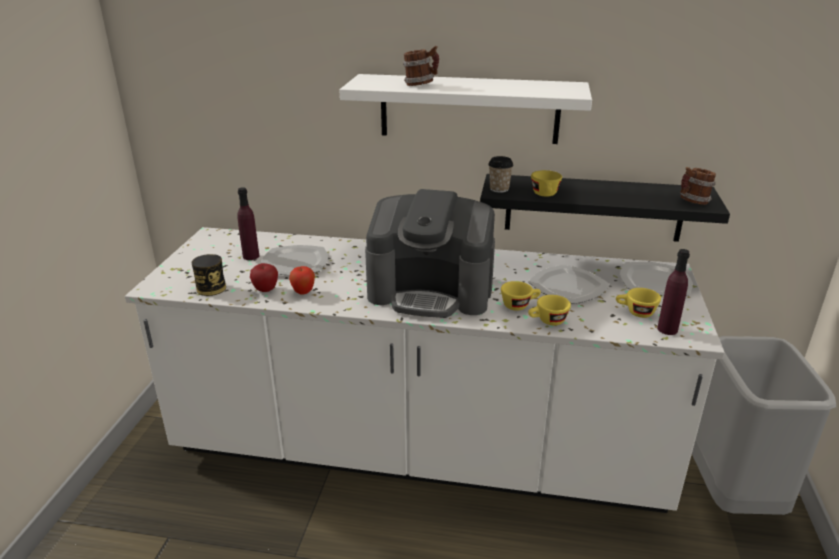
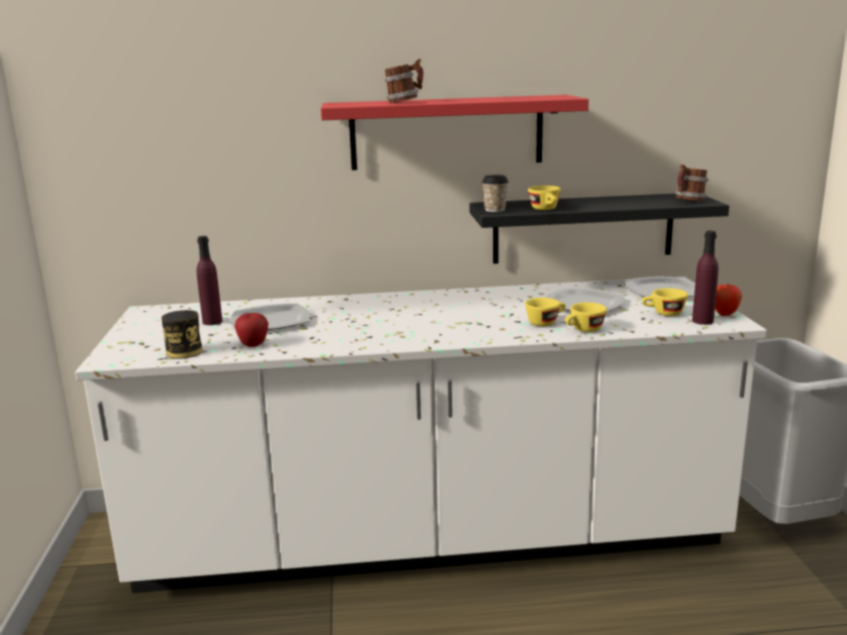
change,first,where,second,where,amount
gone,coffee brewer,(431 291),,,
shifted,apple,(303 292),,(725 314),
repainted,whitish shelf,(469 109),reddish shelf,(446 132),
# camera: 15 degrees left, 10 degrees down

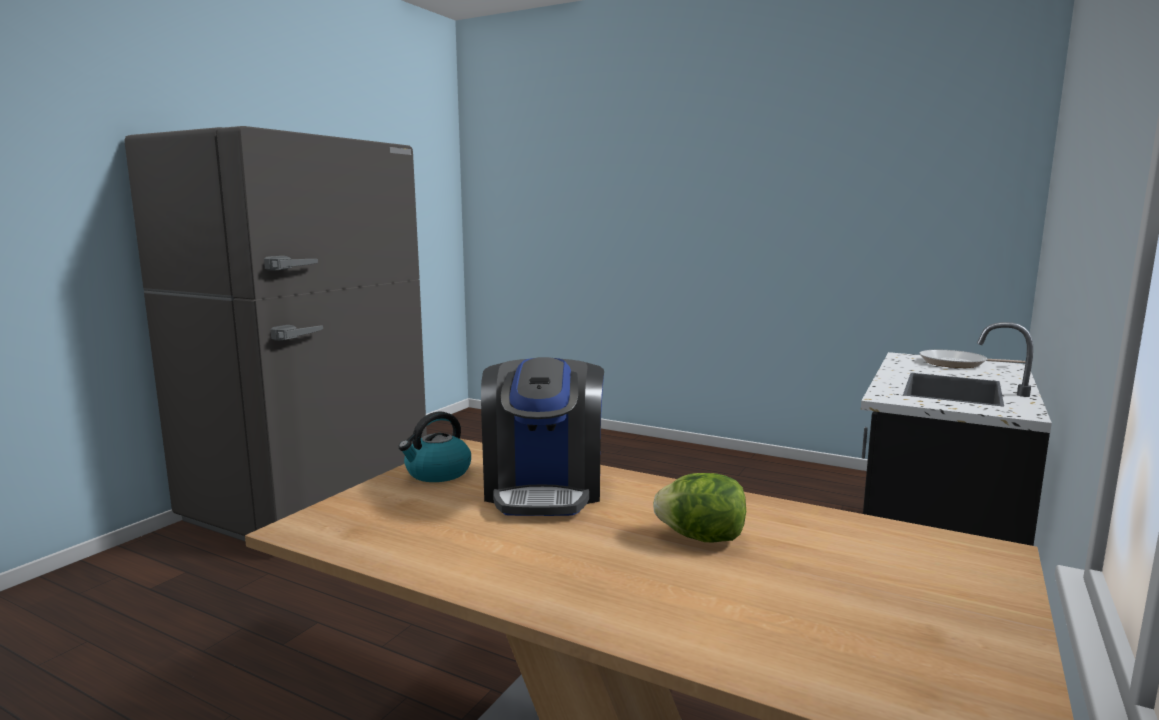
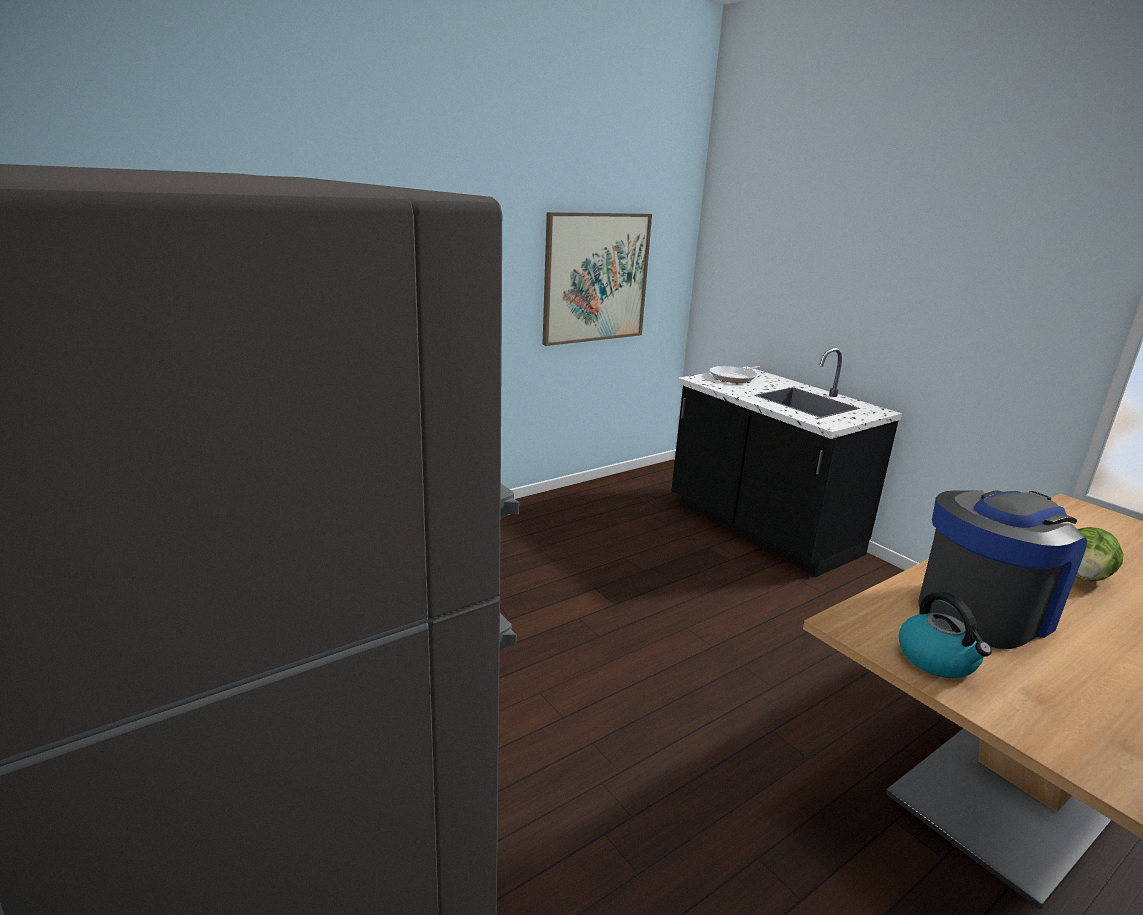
change,first,where,second,where,amount
new,,,wall art,(596 278),
rotated,coffee brewer,(544 489),,(983 611),60 degrees counterclockwise
# camera: 65 degrees left, 10 degrees up

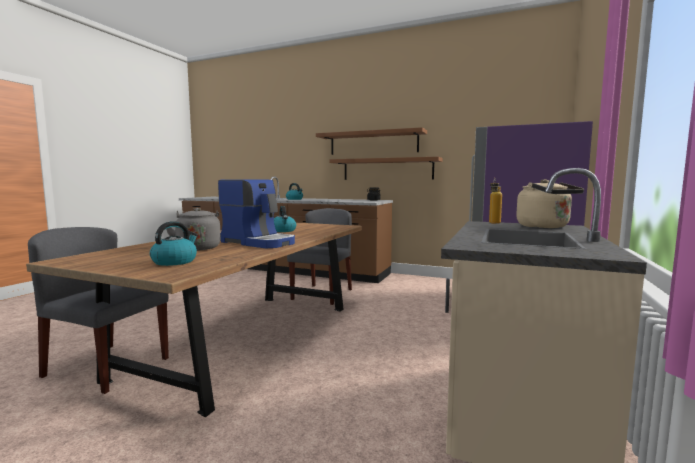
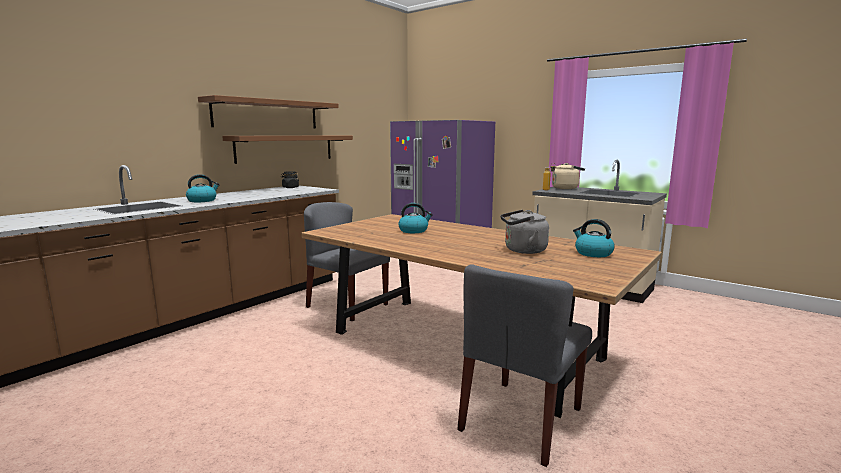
change,first,where,second,where,amount
gone,coffee brewer,(259 242),,,
# camera: 75 degrees left, 5 degrees up

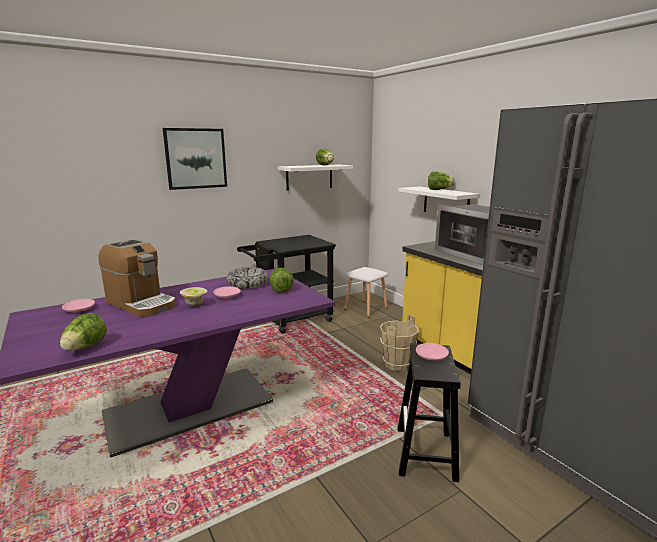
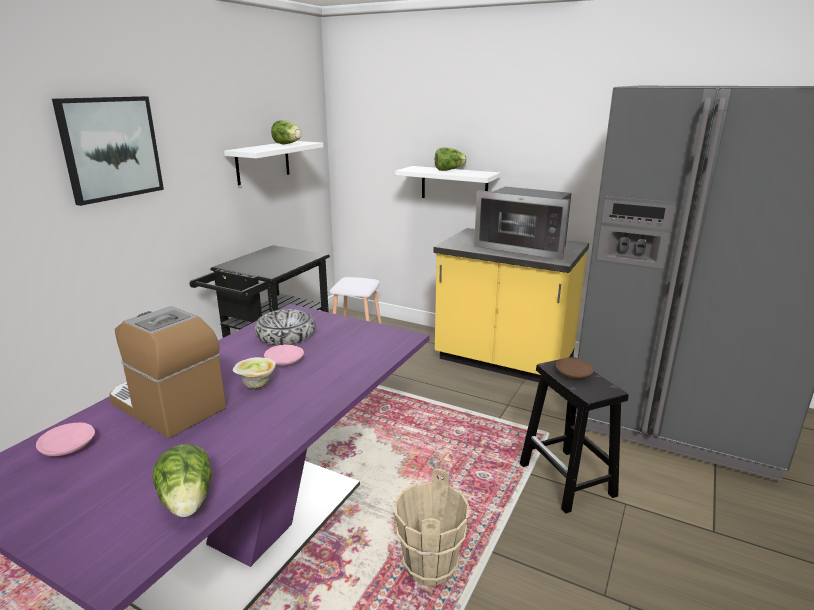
change,first,where,second,where,amount
gone,lettuce head,(281 289),,,
shifted,beige water bucket,(396 364),,(429 566),
repainted,pinkish dinner plate,(431 356),brown dinner plate,(573 374),
rotated,coffee brewer,(141 304),,(168 406),150 degrees counterclockwise
# camera: 30 degrees left, 5 degrees up

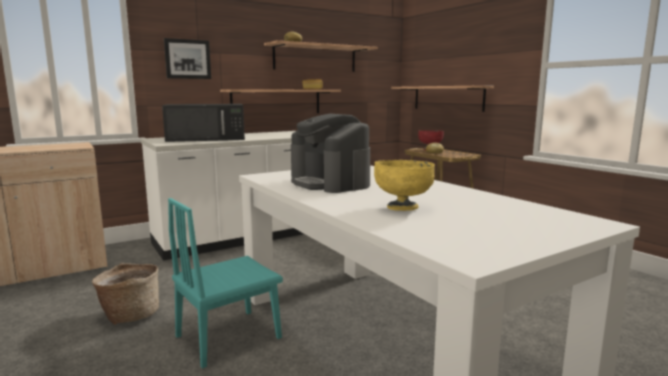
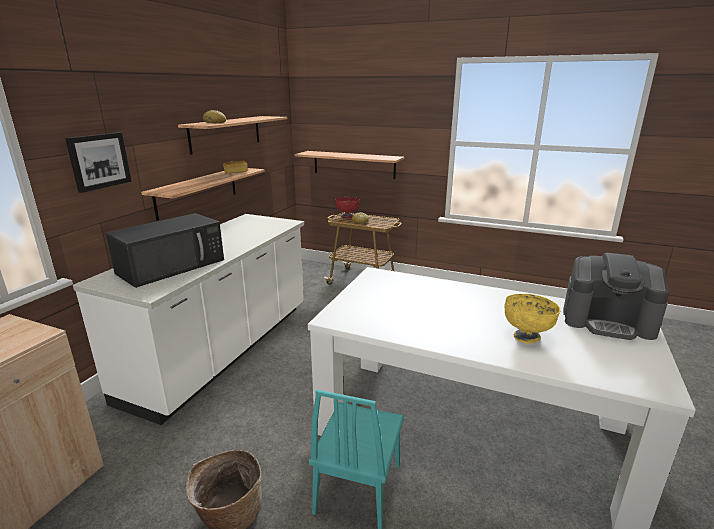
change,first,where,second,where,amount
shifted,coffee brewer,(330 183),,(608 321),
# camera: 35 degrees left, 10 degrees up

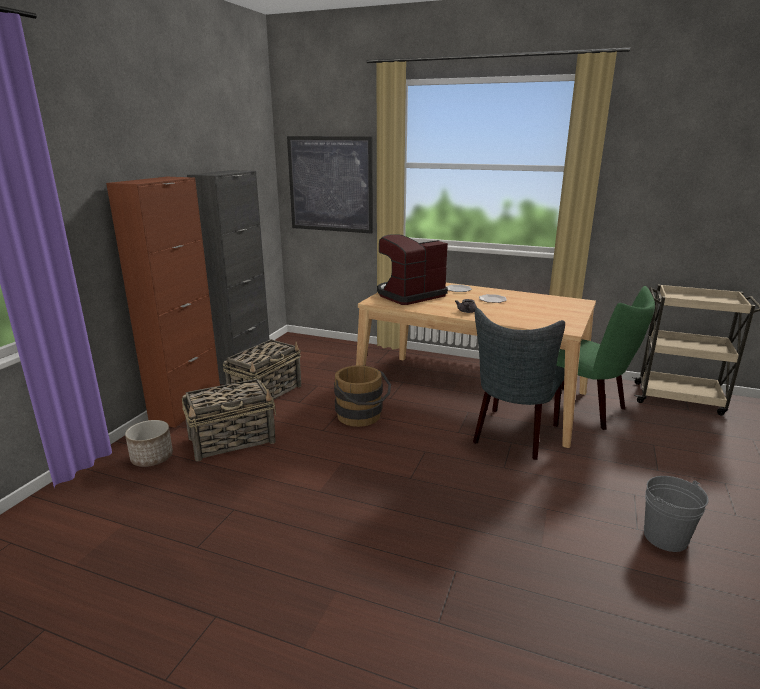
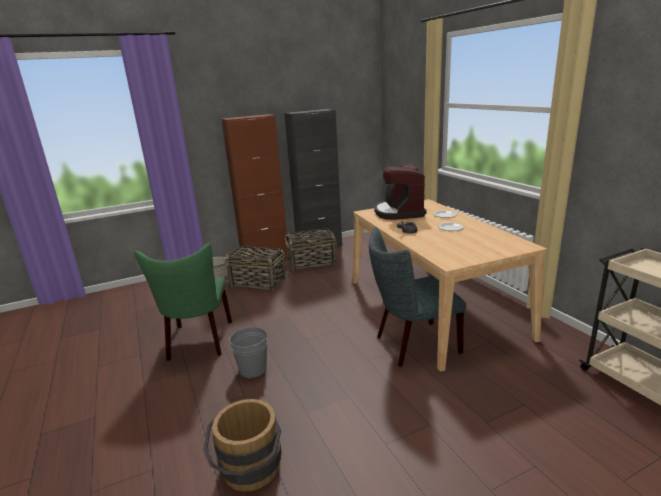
change,first,where,second,where,amount
gone,wall art,(330 184),,,
shifted,brown water bucket,(361 417),,(250 472),
shifted,greenish upright chair,(586 409),,(199 342),
shifted,grey water bucket,(665 537),,(252 369),
rotated,coffee brewer,(409 295),,(399 212),105 degrees counterclockwise
# camera: 45 degrees right, 0 degrees up

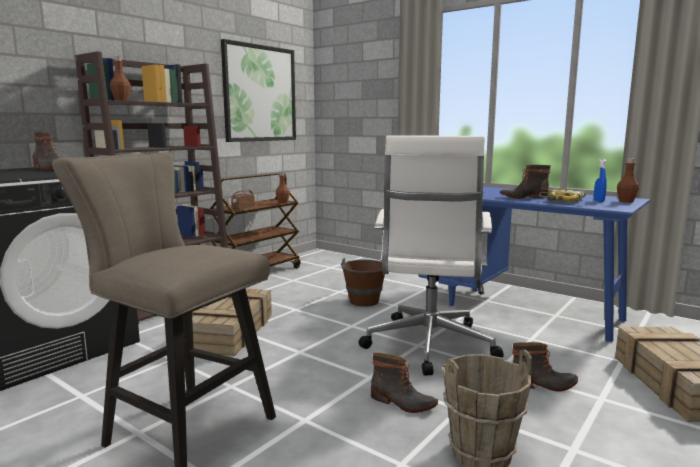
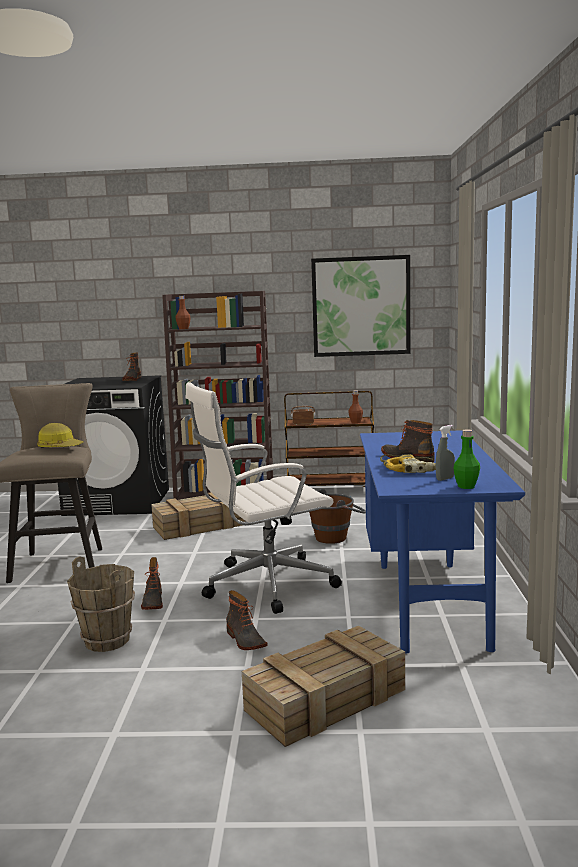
change,first,where,second,where,amount
new,,,safety helmet,(60 447),
repainted,blue spray bottle,(598 201),grey spray bottle,(445 479),
repainted,brown beverage bottle,(626 201),greenish beverage bottle,(466 486),
# camera: 55 degrees right, 0 degrees up

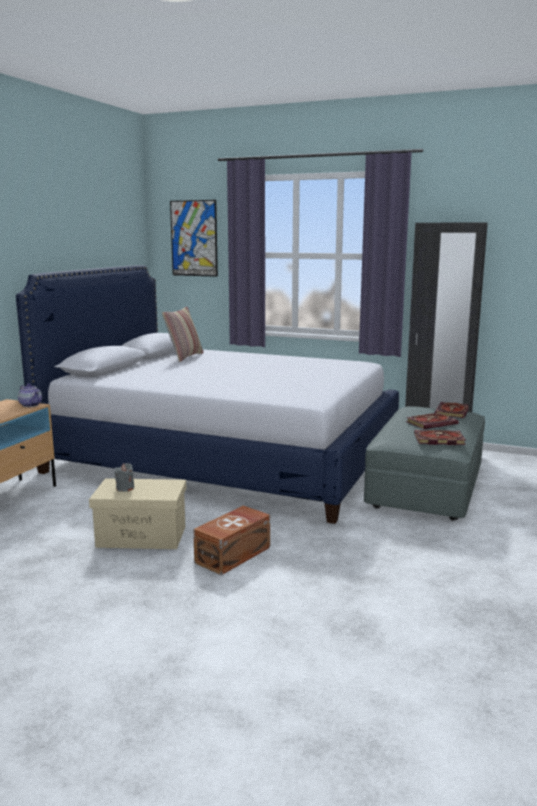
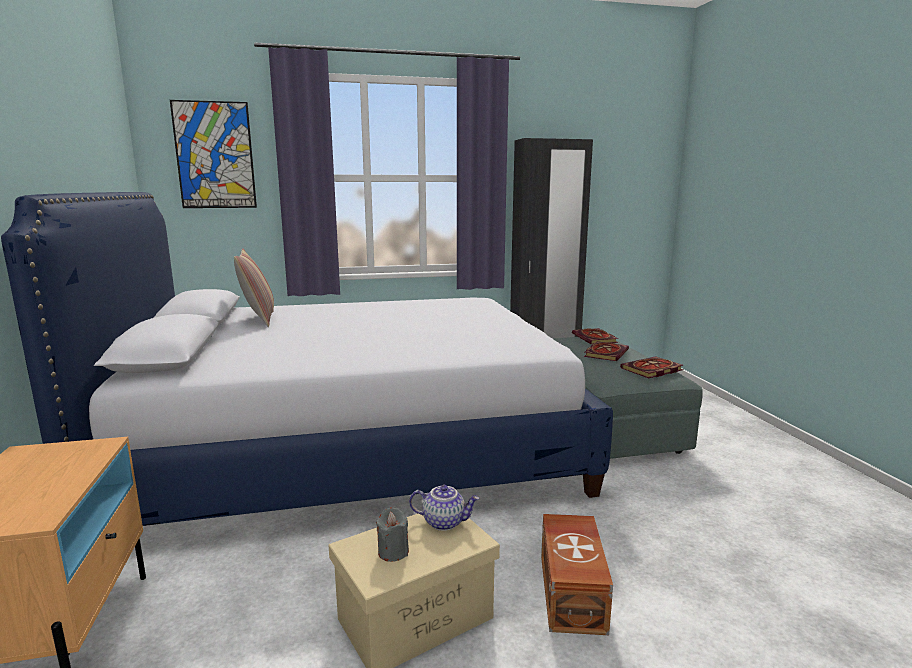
change,first,where,second,where,amount
shifted,tea pot,(31 405),,(444 522),
# camera: 35 degrees left, 0 degrees up

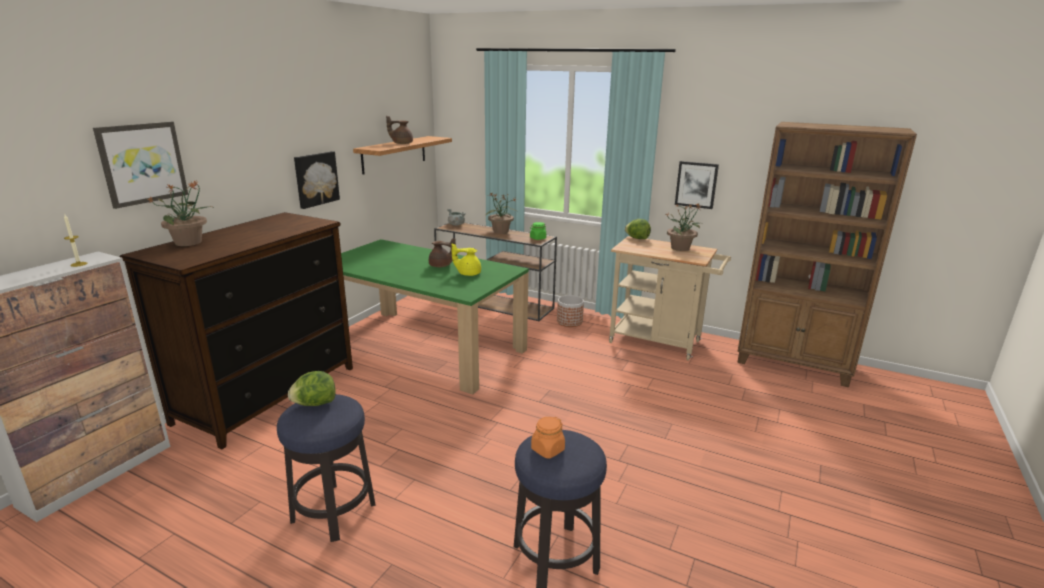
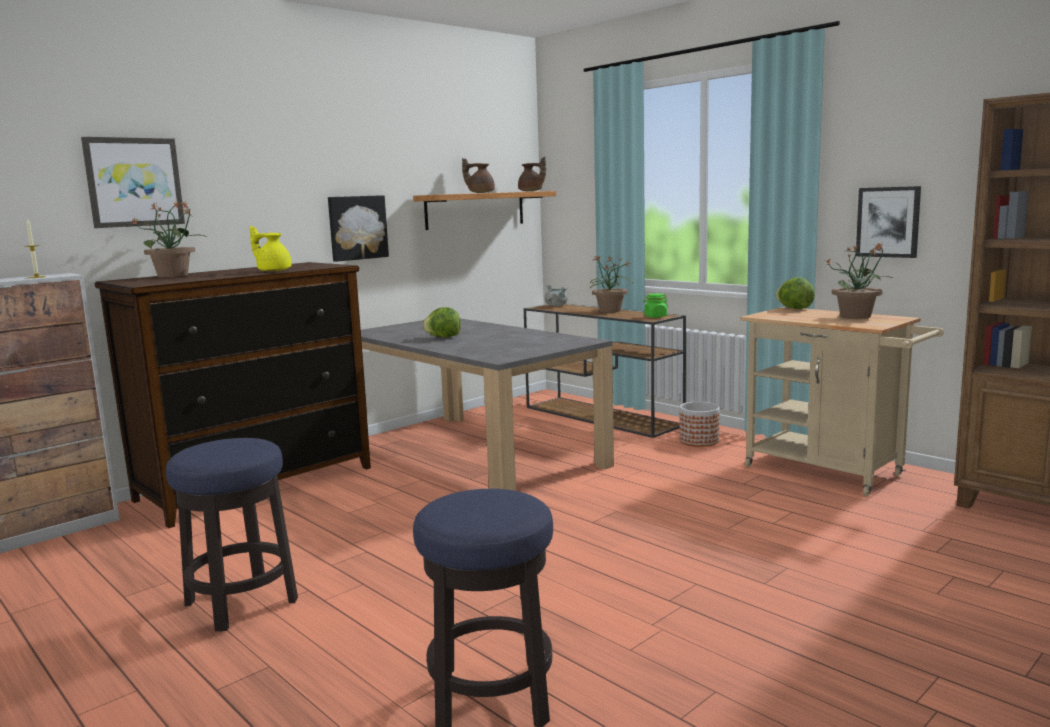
change,first,where,second,where,amount
gone,orange-coloured storage jar,(547 450),,,
shifted,lettuce head,(315 404),,(443 337),
shifted,brown tea pot,(441 266),,(531 191),
shifted,yellow-coloured tea pot,(468 273),,(273 271),
repainted,greenish dinner table,(423 347),grey dinner table,(473 454),
# camera: 20 degrees right, 10 degrees down

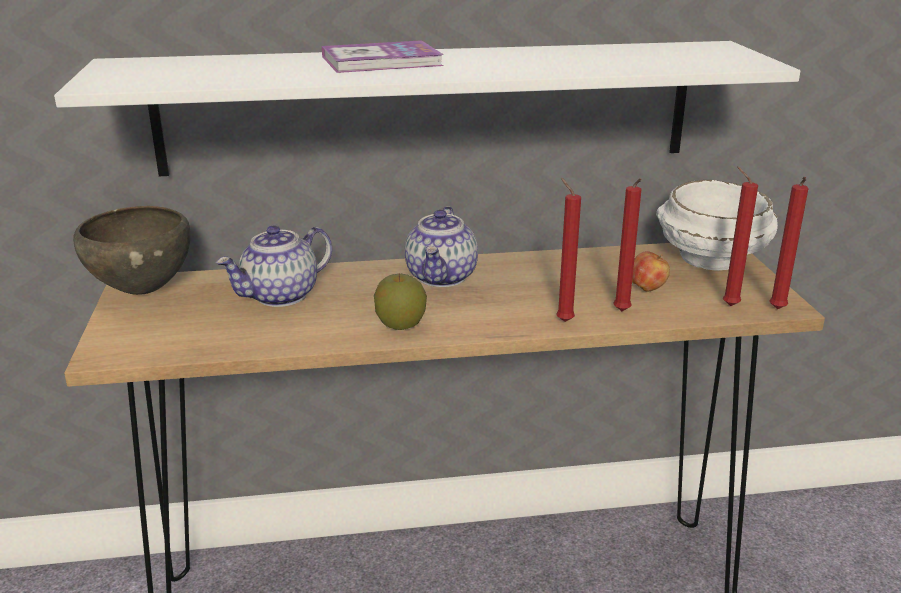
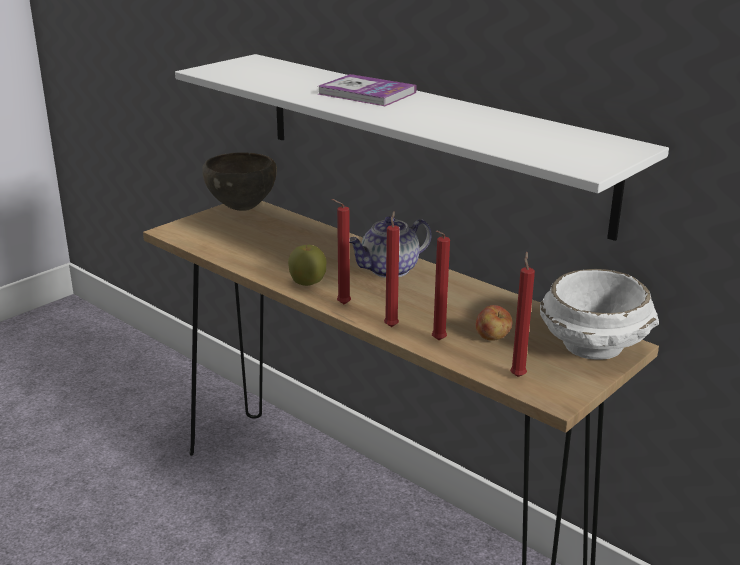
change,first,where,second,where,amount
gone,tea pot,(280 296),,,
shifted,reddish wax candle,(777 310),,(341 304),
# camera: 50 degrees right, 0 degrees up

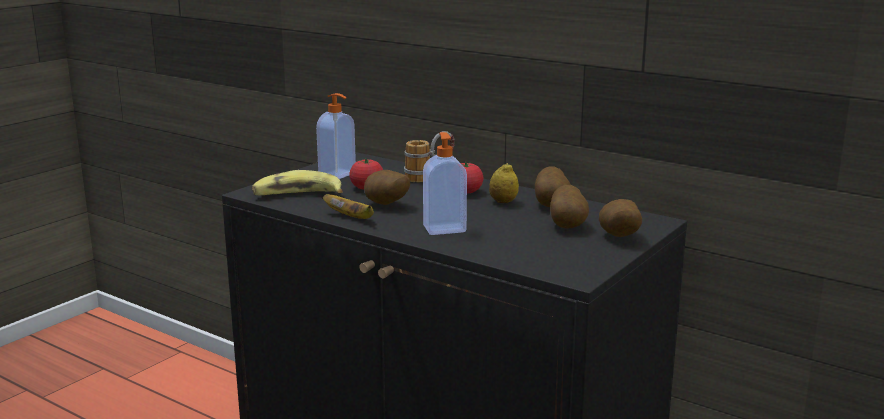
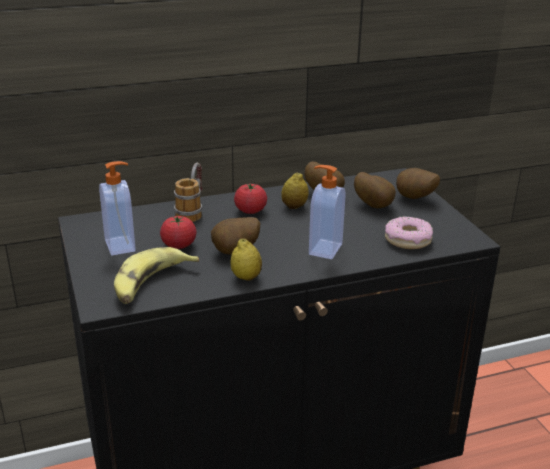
change,first,where,second,where,amount
new,,,donut,(408 240),
swapped,whole banana,(352 217),lemon,(246 277),
# camera: 55 degrees left, 10 degrees up

